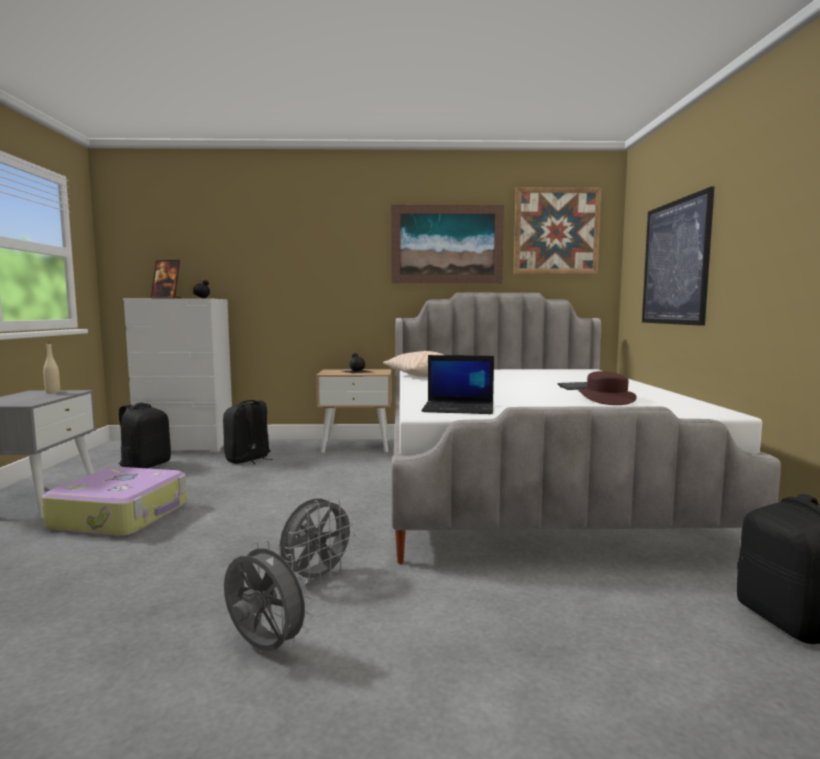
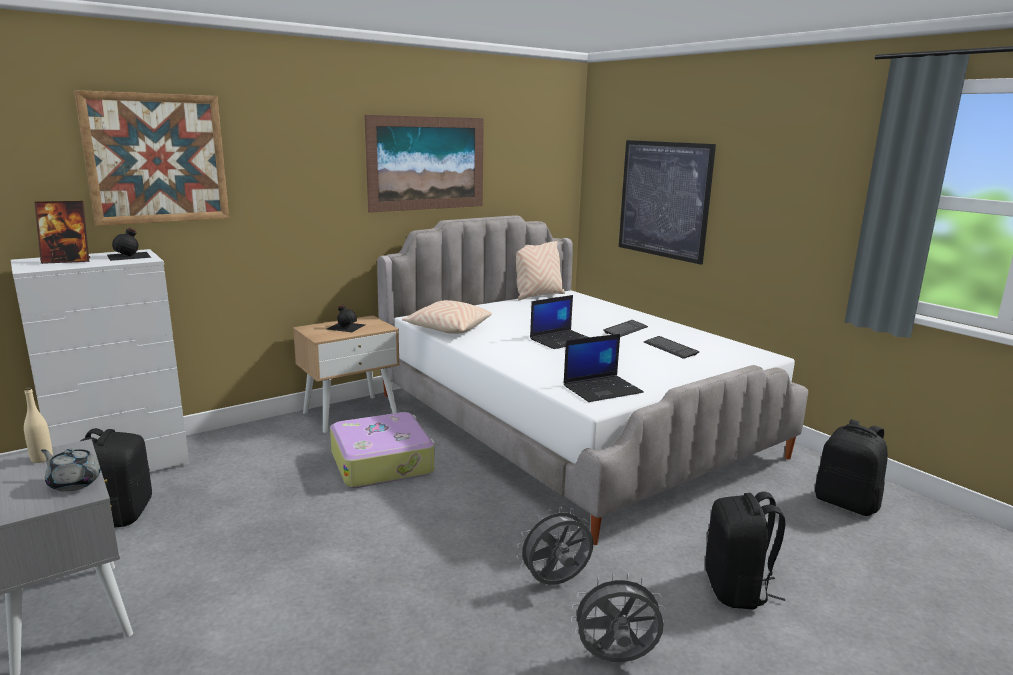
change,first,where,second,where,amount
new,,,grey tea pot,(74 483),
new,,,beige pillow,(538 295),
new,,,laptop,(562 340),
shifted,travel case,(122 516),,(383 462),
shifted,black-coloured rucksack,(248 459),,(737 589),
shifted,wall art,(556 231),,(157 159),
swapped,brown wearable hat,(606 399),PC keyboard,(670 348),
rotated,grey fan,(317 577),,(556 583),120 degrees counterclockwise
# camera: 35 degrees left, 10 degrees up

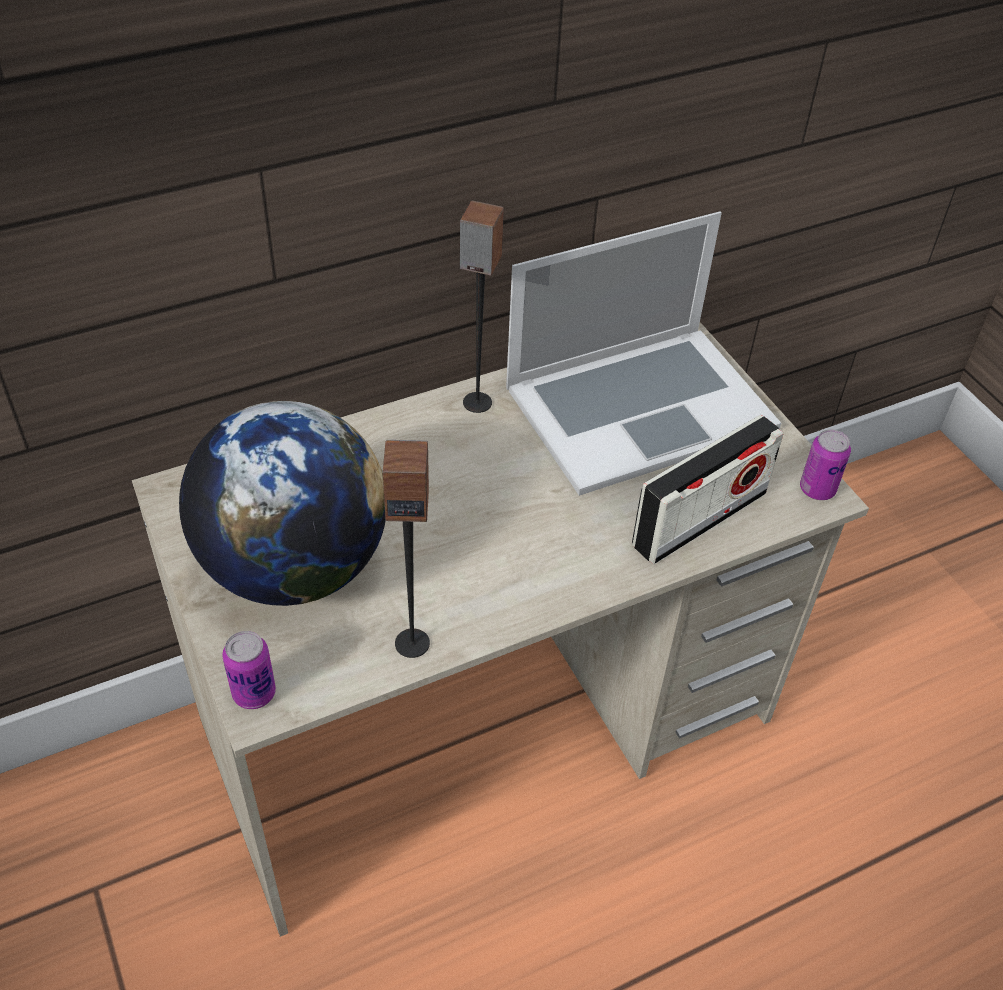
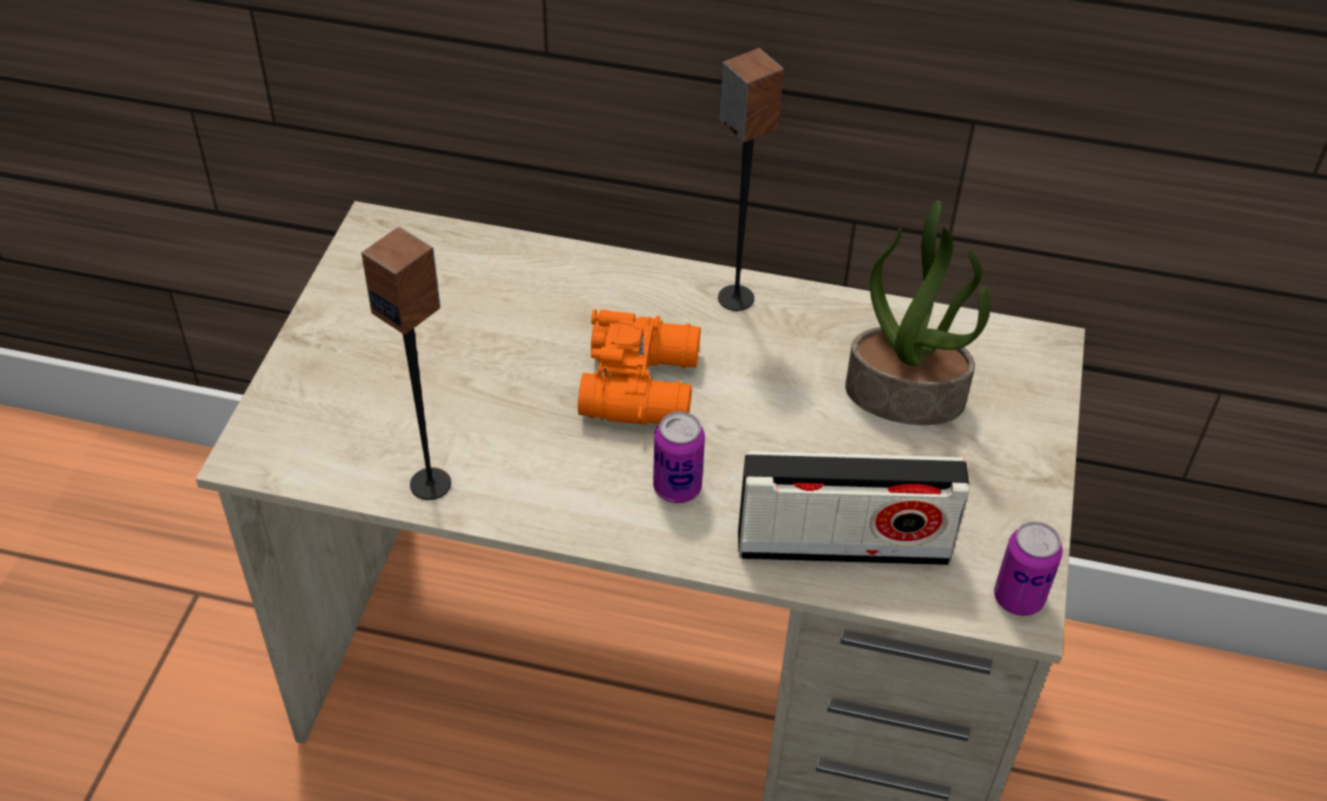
change,first,where,second,where,amount
gone,world globe,(294 566),,,
new,,,orange-coloured field glasses,(644 384),
shifted,sealed can,(254 693),,(677 487),
swapped,laptop,(639 406),houseplant,(906 394),
# camera: 40 degrees right, 0 degrees up

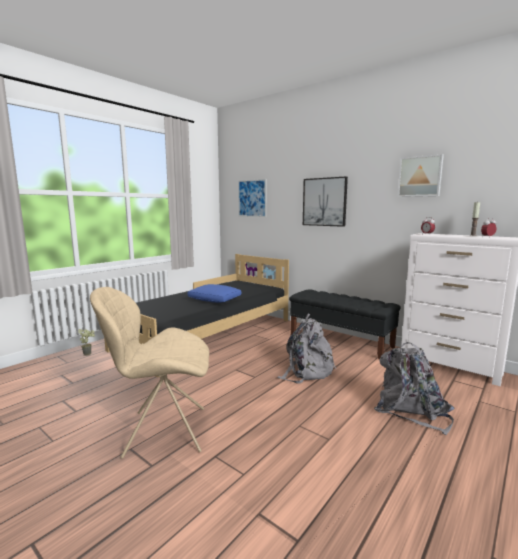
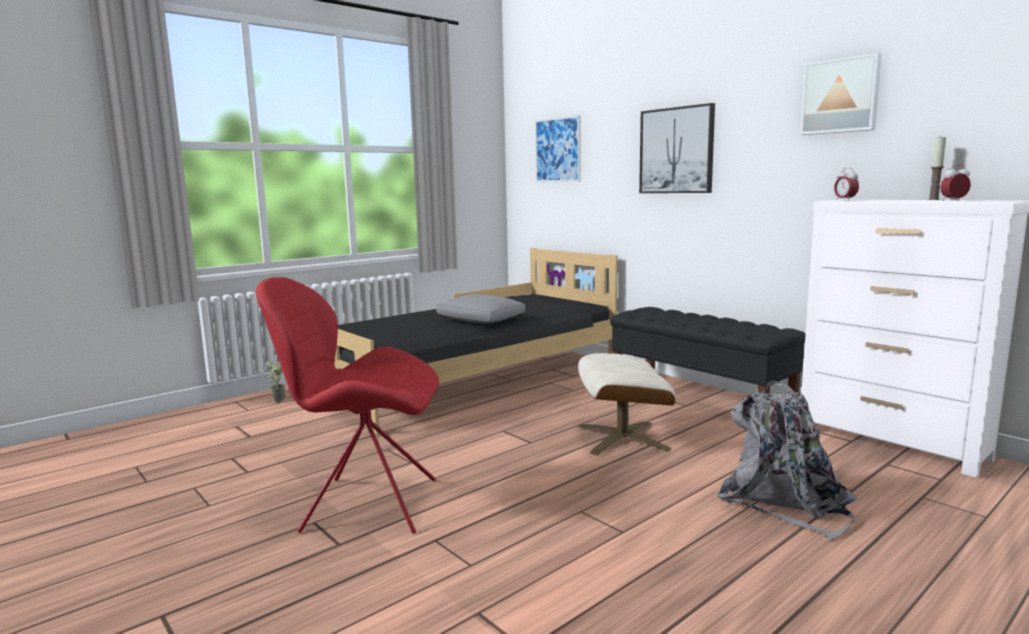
change,first,where,second,where,amount
swapped,grey rucksack,(306 371),beige ottoman,(621 438),
repainted,beige upright chair,(162 431),reddish upright chair,(365 504),
repainted,blue pillow,(215 300),grey pillow,(481 320),
# camera: 10 degrees right, 0 degrees up

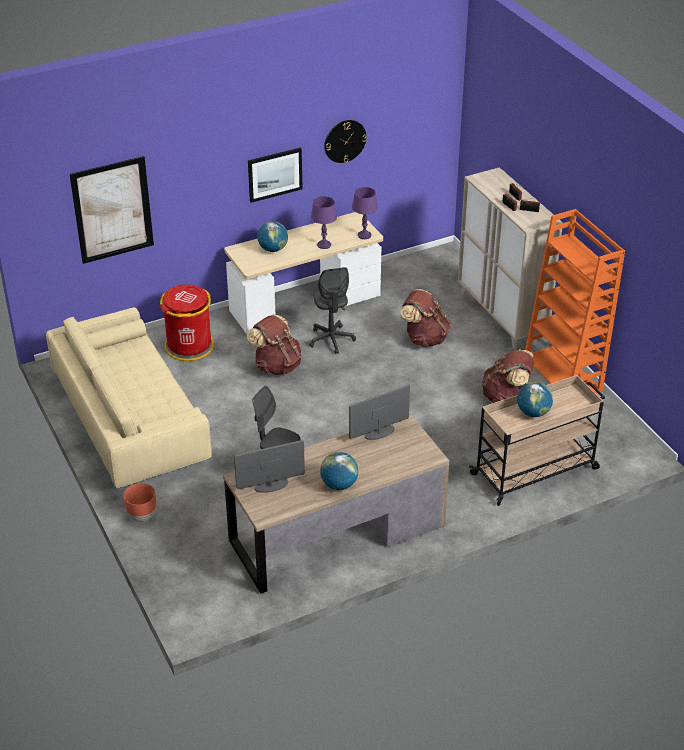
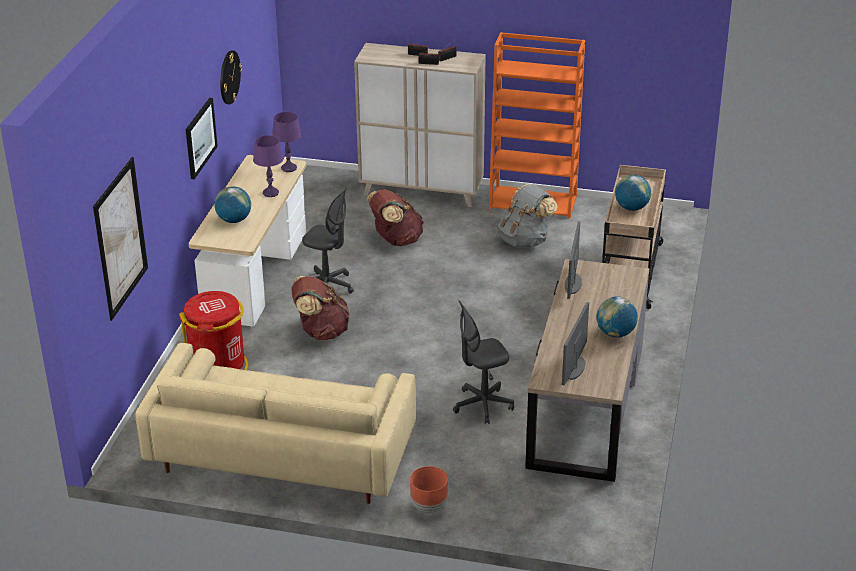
change,first,where,second,where,amount
repainted,brown rucksack,(506 397),grey rucksack,(525 240),
# camera: 50 degrees left, 5 degrees down

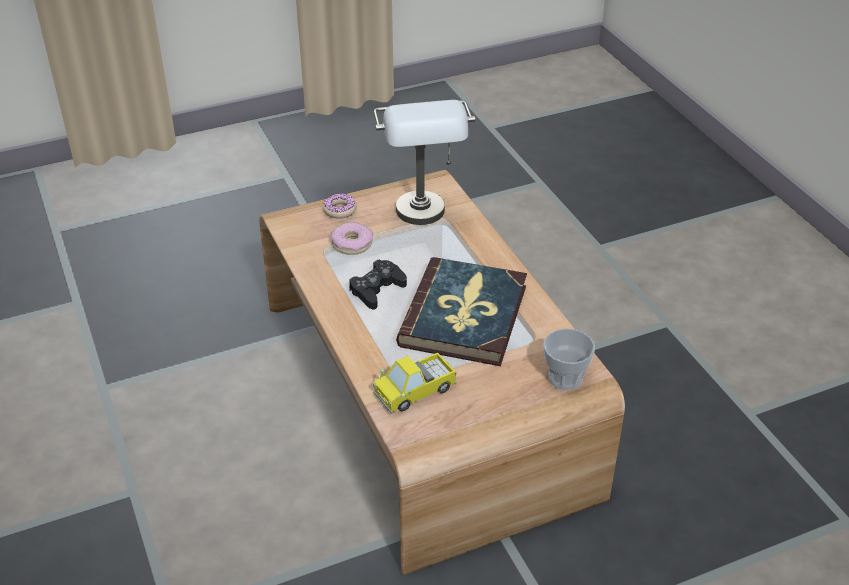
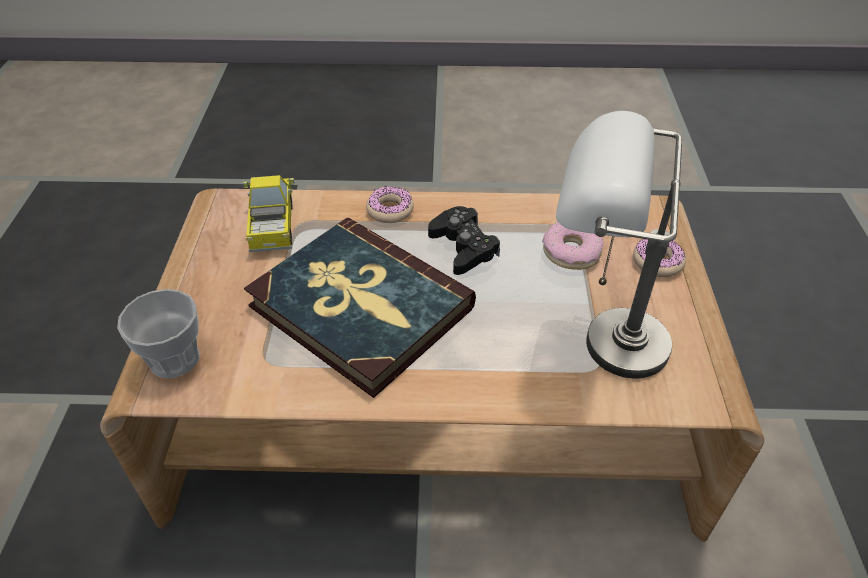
change,first,where,second,where,amount
new,,,donut,(390 210),
# camera: 115 degrees right, 5 degrees up

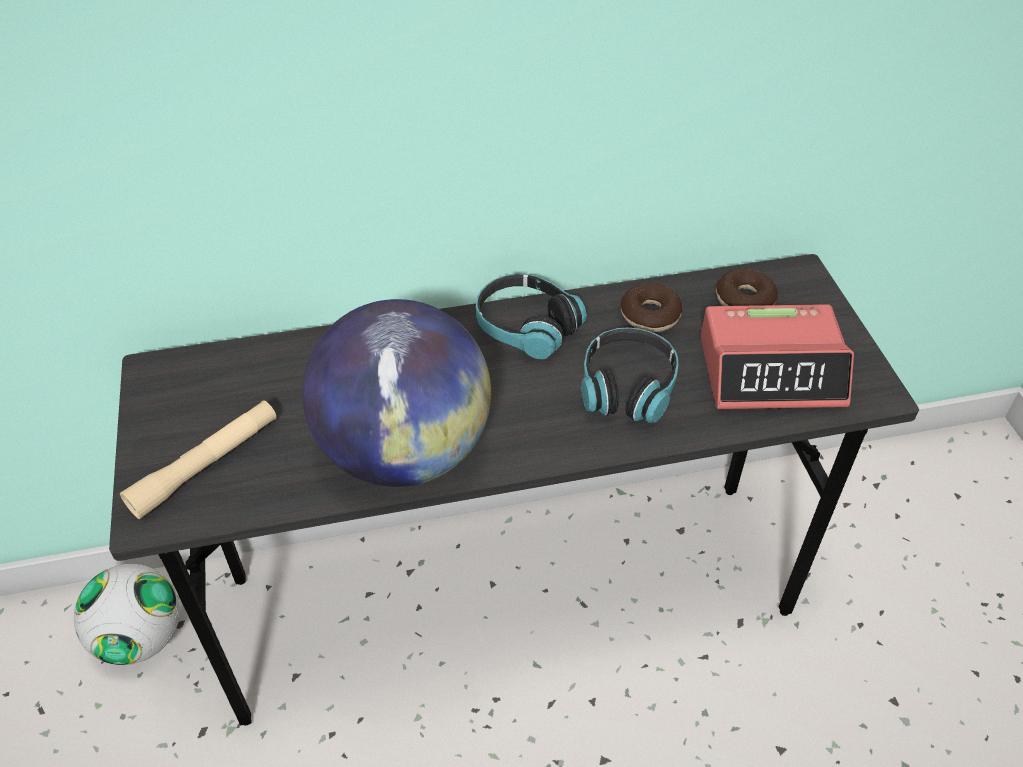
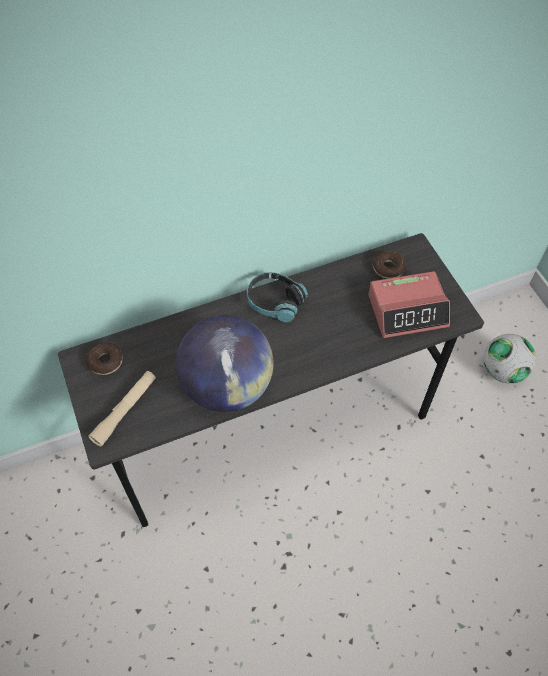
change,first,where,second,where,amount
gone,headset,(627 387),,,
shifted,football ball,(141 638),,(502 371),
shifted,donut,(650 315),,(105 362),
# camera: 10 degrees left, 10 degrees up

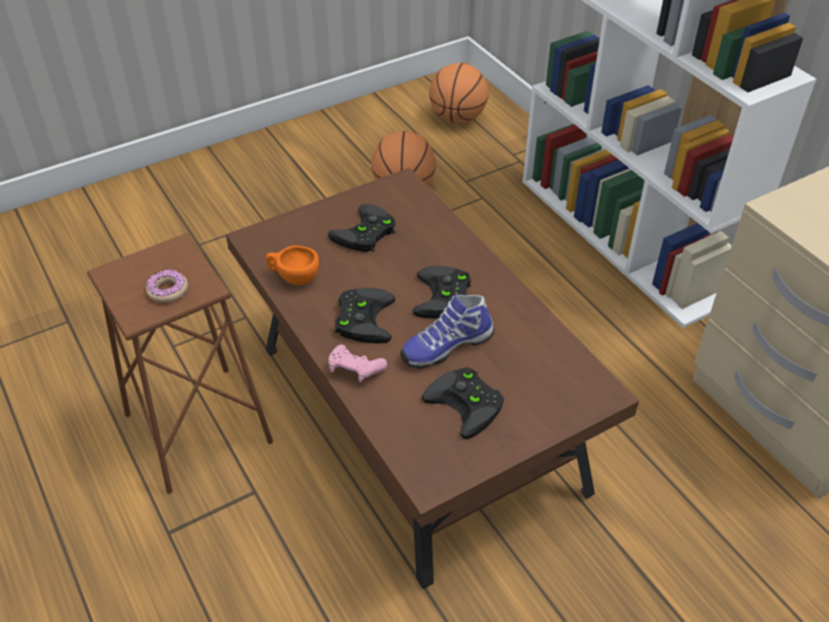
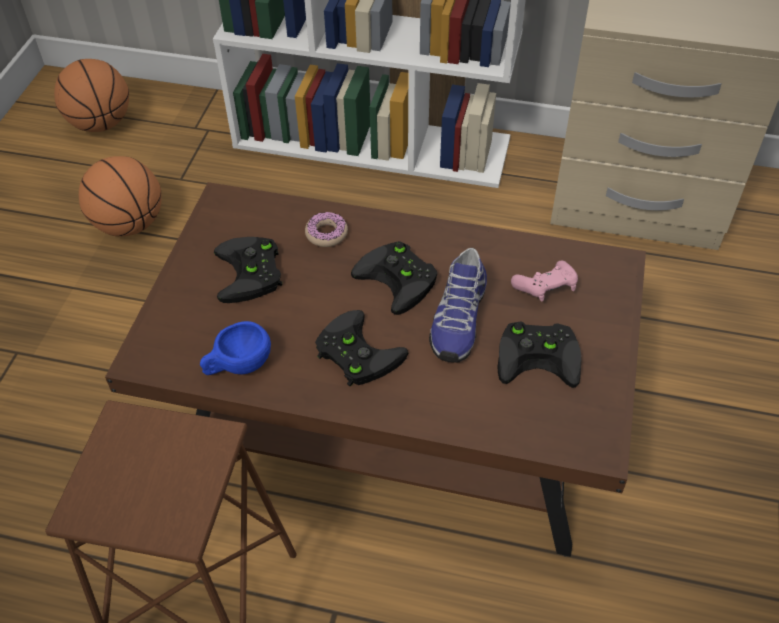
change,first,where,second,where,amount
shifted,donut,(168 290),,(326 234),
shifted,pinkish game controller,(355 371),,(545 289),
repainted,orange-coloured small cup,(293 277),blue small cup,(238 366),
# camera: 45 degrees left, 5 degrees up

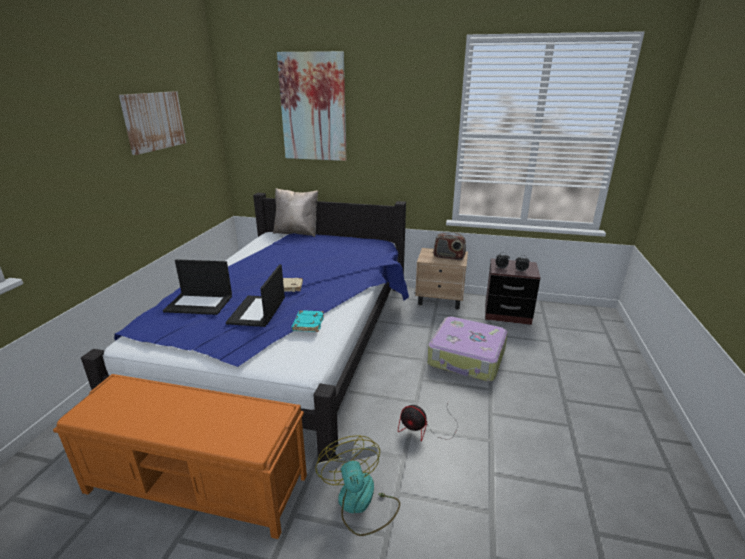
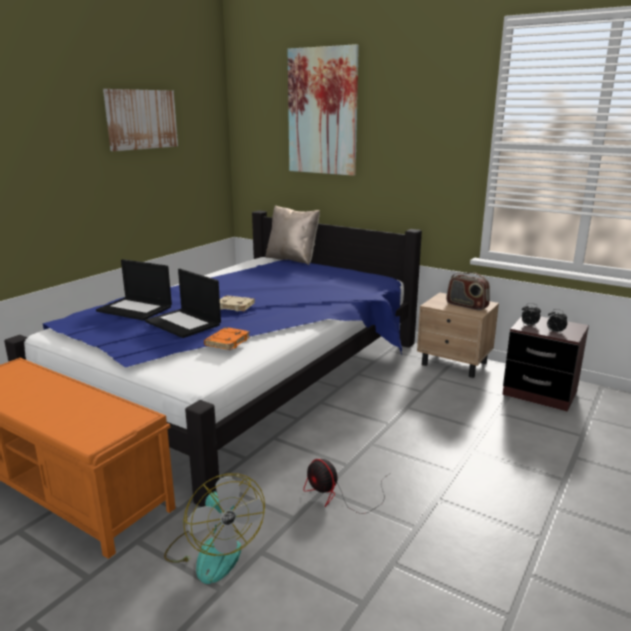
change,first,where,second,where,amount
gone,travel case,(467 358),,,
repainted,turquoise bound book,(308 323),orange-coloured bound book,(227 341),
rotated,laptop,(257 311),,(184 323),75 degrees counterclockwise
rotated,fan,(360 503),,(213 550),150 degrees clockwise
# camera: 20 degrees right, 5 degrees down

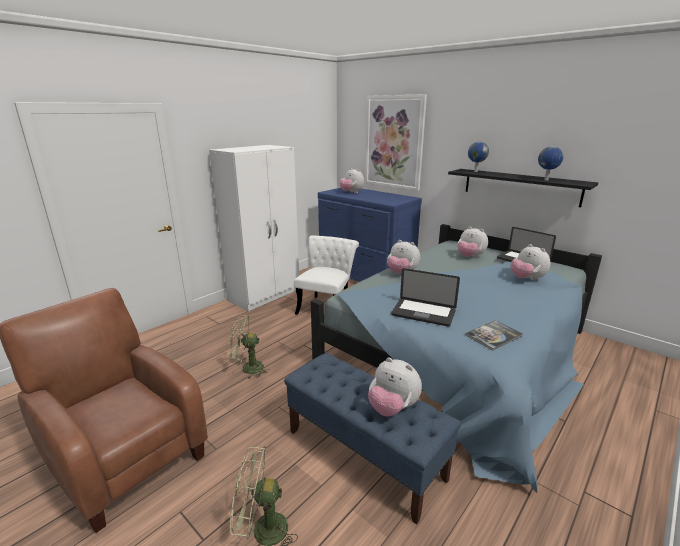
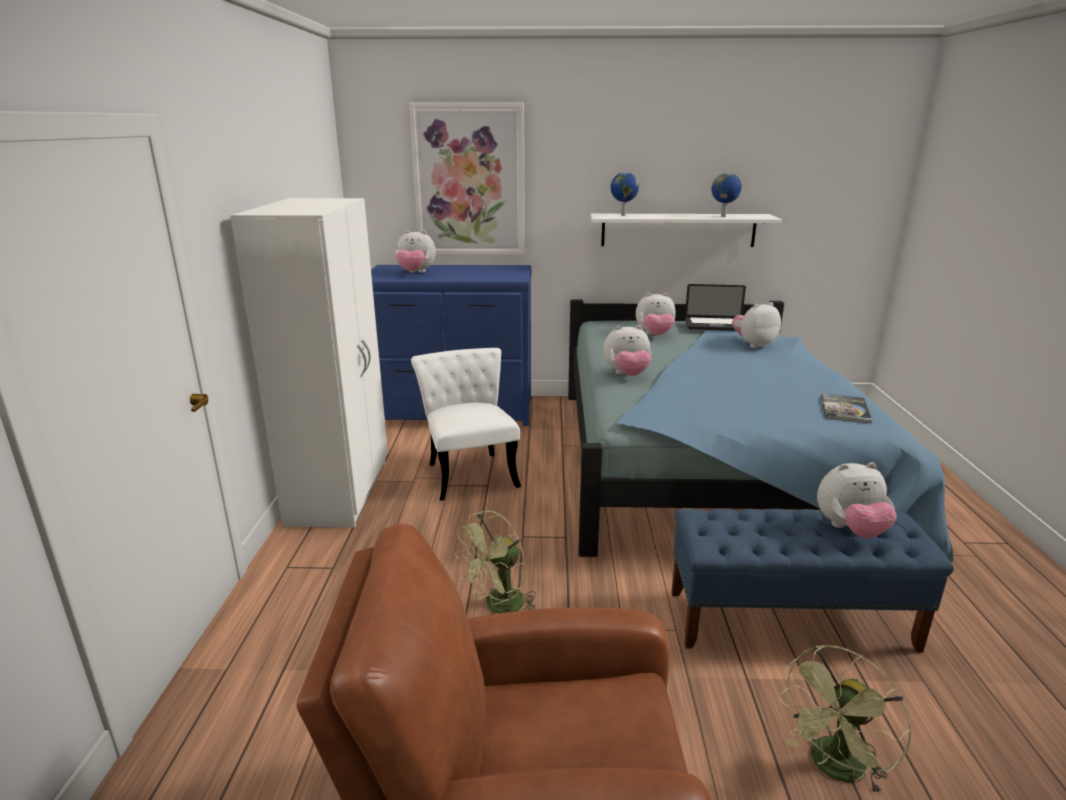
change,first,where,second,where,amount
gone,laptop,(423 313),,,
repainted,black-coloured shelf,(520 186),whitish shelf,(678 230),
rotated,plush toy,(526 279),,(753 344),135 degrees clockwise
# camera: 40 degrees left, 0 degrees up

